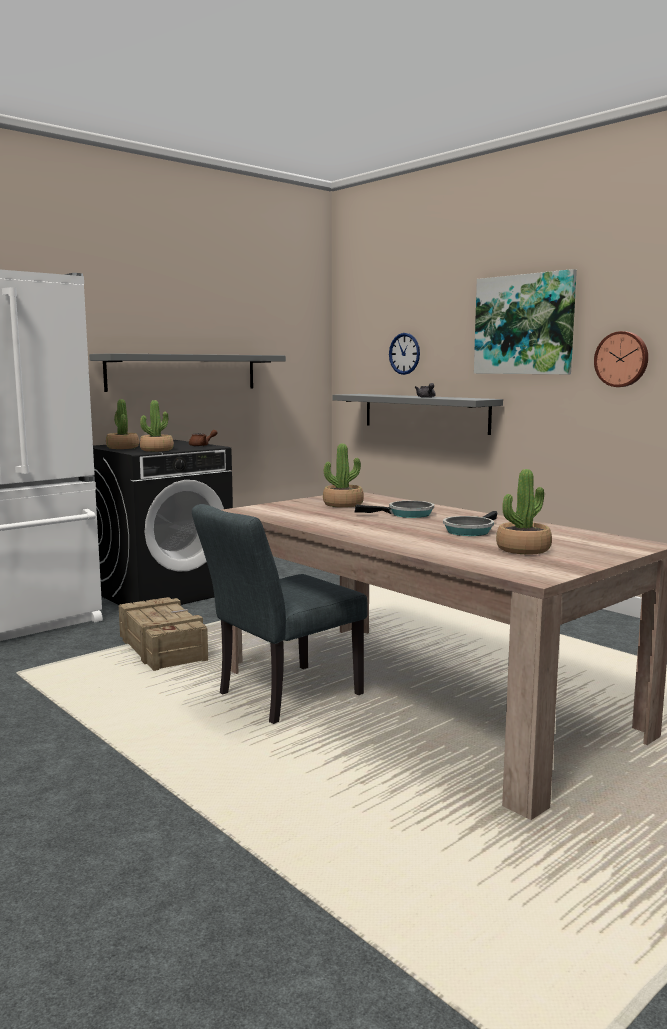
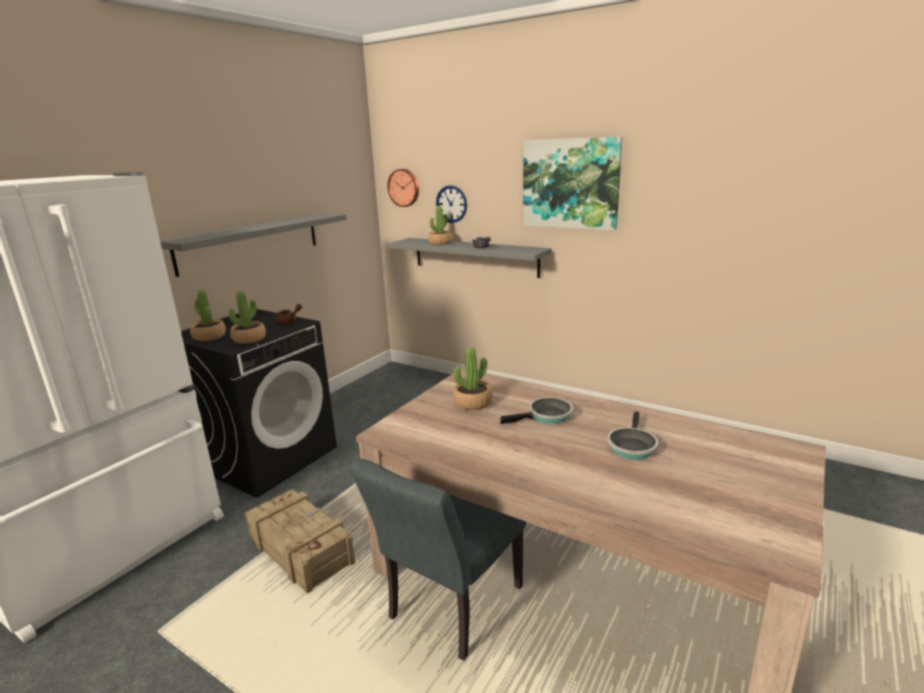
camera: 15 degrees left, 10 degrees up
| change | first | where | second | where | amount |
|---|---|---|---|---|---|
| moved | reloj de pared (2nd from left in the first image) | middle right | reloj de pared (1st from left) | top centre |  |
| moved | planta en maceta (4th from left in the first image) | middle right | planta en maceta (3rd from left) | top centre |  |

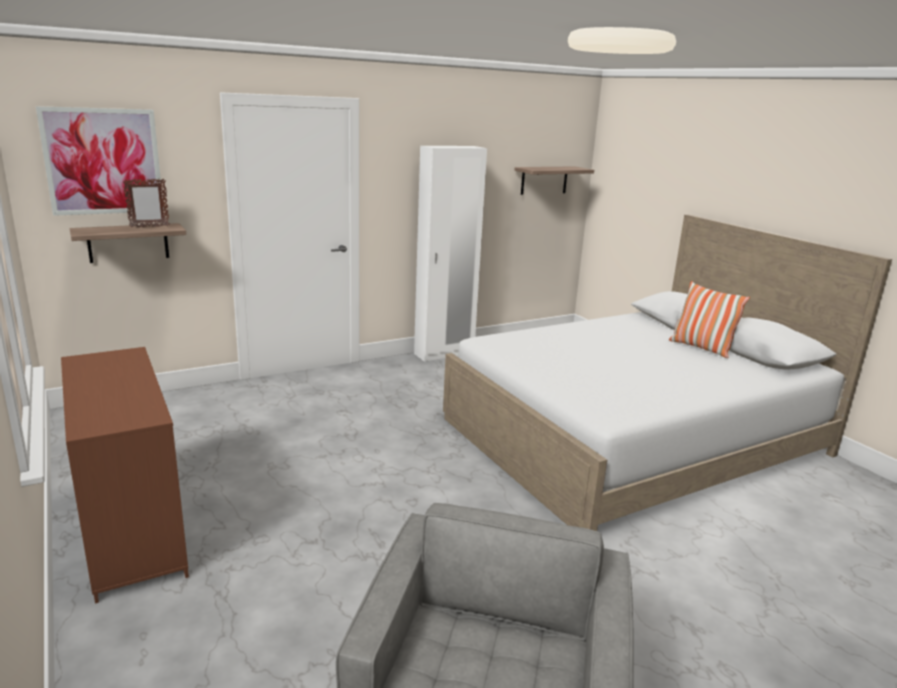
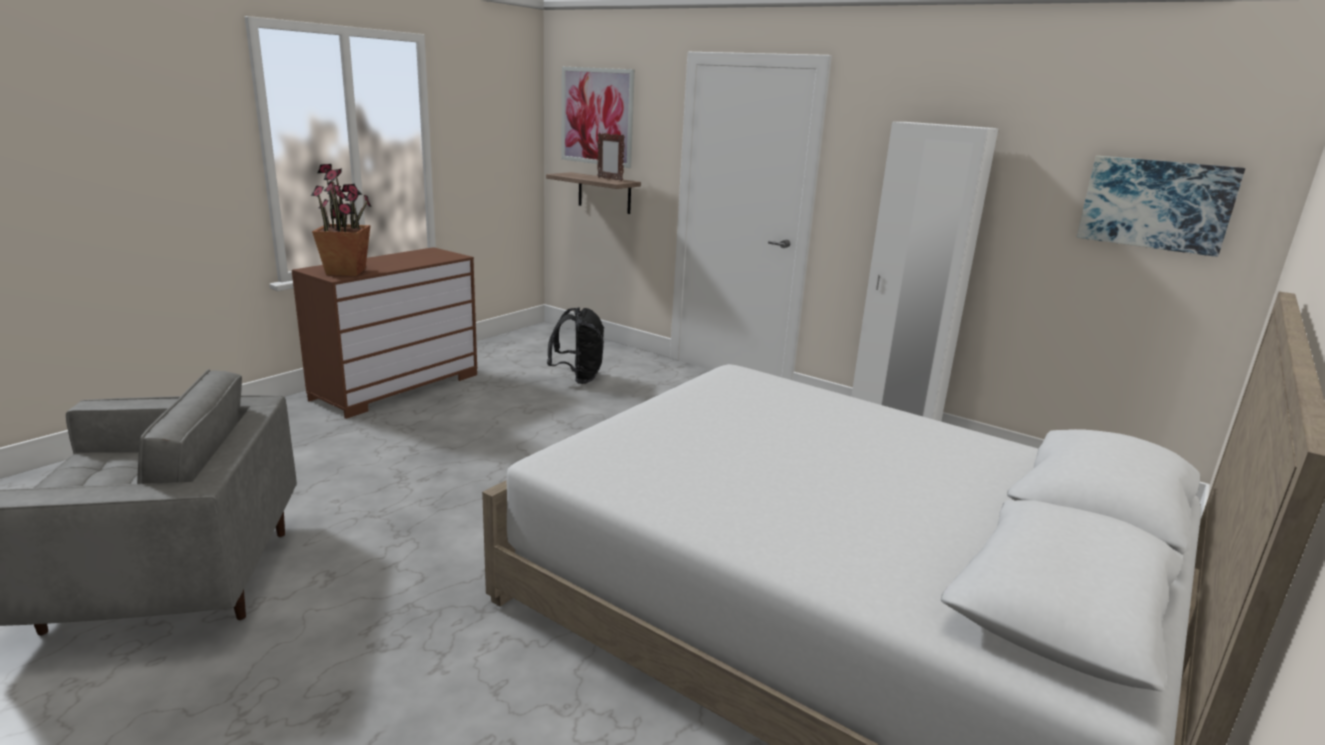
camera: 65 degrees right, 0 degrees up
| change | first | where | second | where | amount |
|---|---|---|---|---|---|
| replaced | estante (2nd from left) | top centre | cuadro (2nd from left) | top right |  |
| removed | cojín | middle right |  |  |  |
| added |  |  | planta en maceta | top left |  |
| added |  |  | mochila/negro | centre |  |

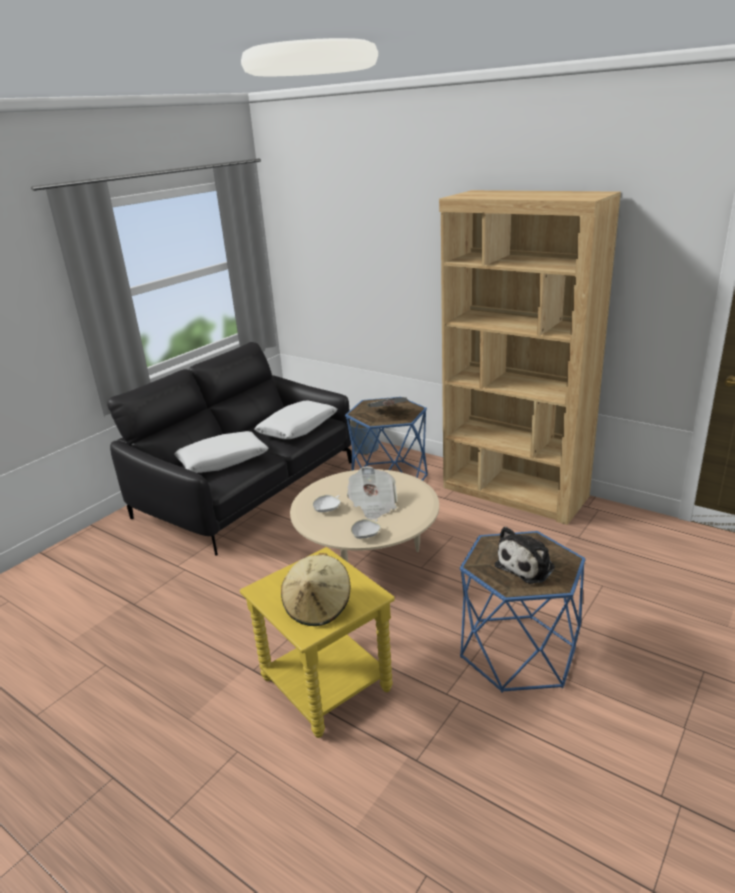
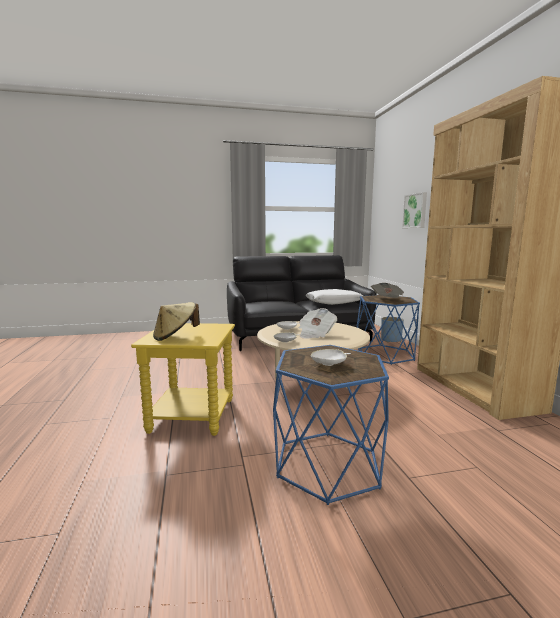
camera: 40 degrees right, 15 degrees down
| change | first | where | second | where | amount |
|---|---|---|---|---|---|
| removed | cojín/blanco (1st from left) | middle left |  |  |  |
| replaced | peluche | middle right | cuenco/blanco (3rd from left) | centre |  |
| added |  |  | cuadro | middle right |  |

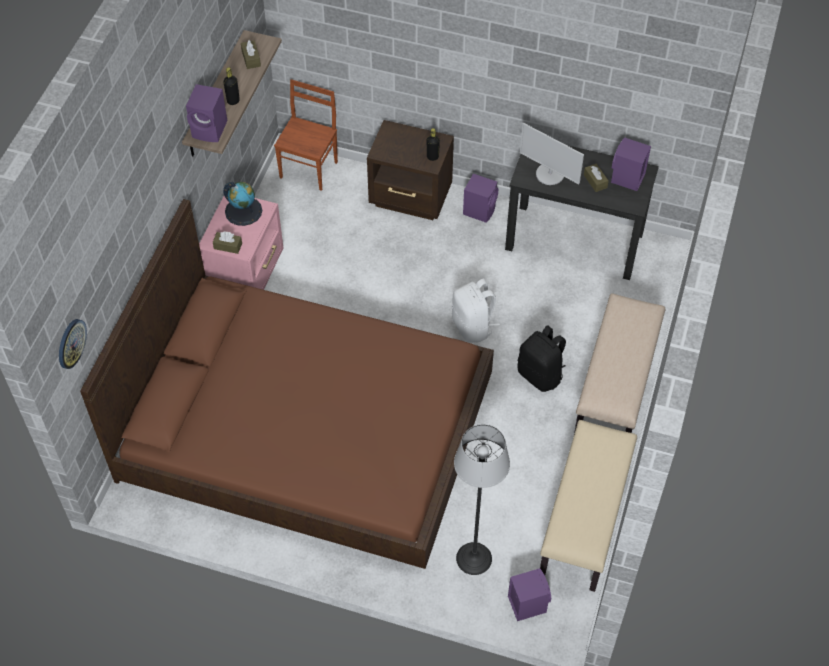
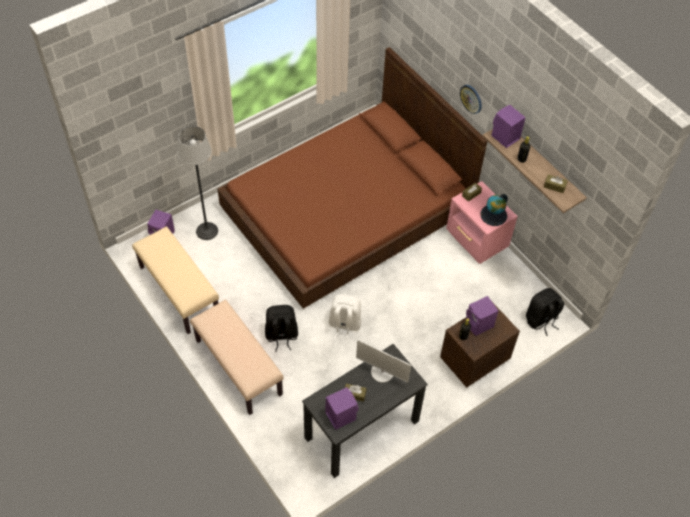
camera: 125 degrees right, 0 degrees up
| change | first | where | second | where | amount |
|---|---|---|---|---|---|
| replaced | silla/marrón | top centre | mochila/negro (2nd from left) | middle right |  |
| turned | monitor | top centre |  | bottom centre | 135 degrees counterclockwise |
| moved | altavoz/morado (2nd from left in the first image) | top centre | altavoz/morado (3rd from left) | middle right |  |
| moved | reloj de pared | middle left |  | top right |  |

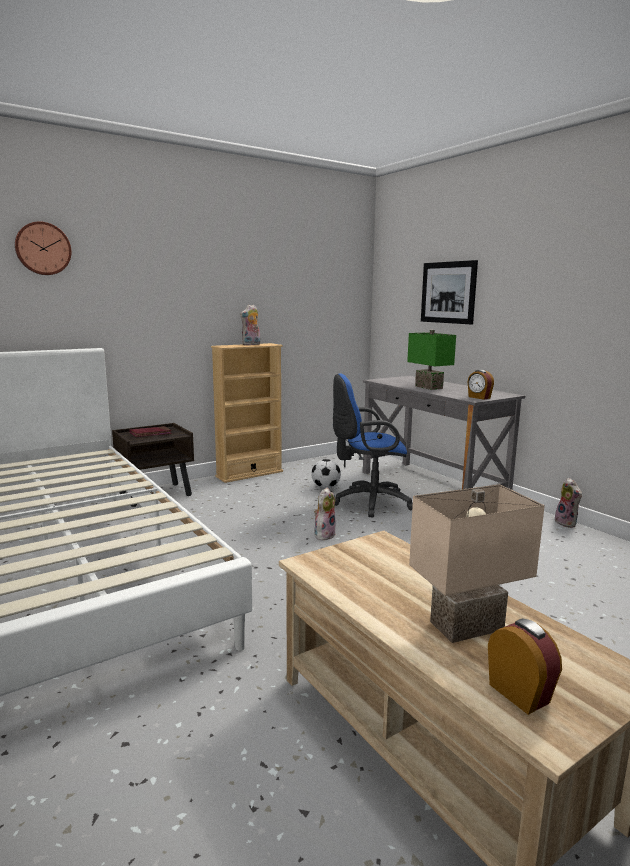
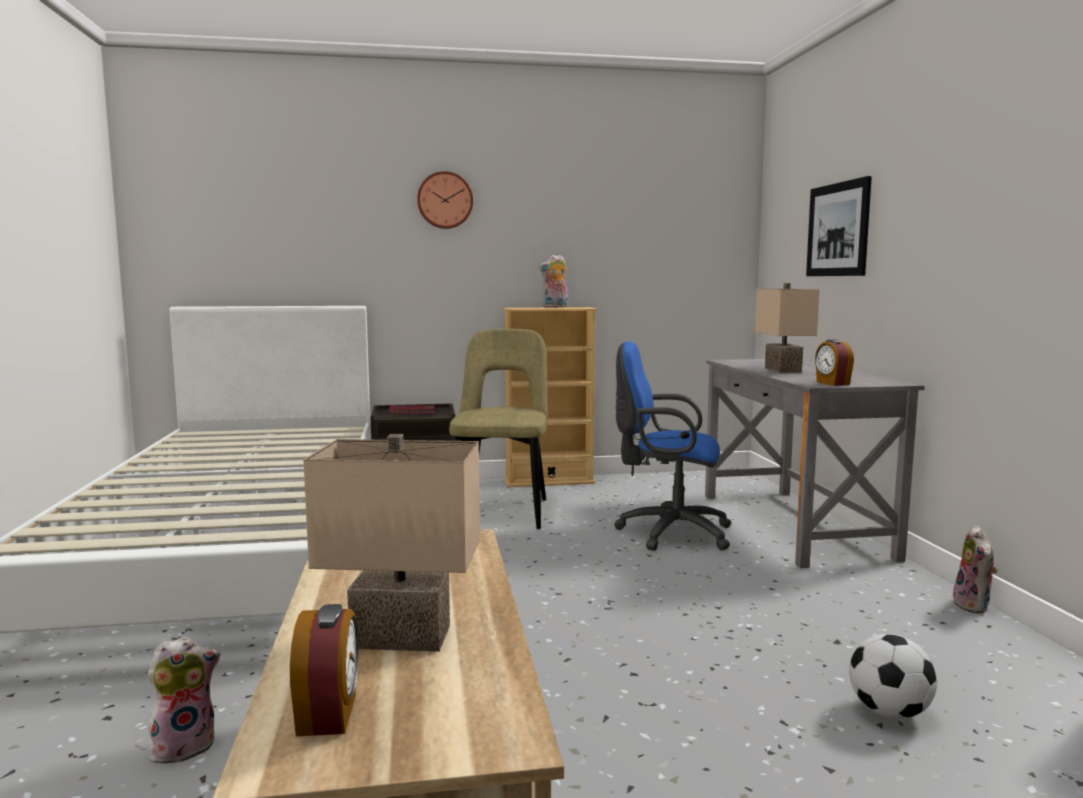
camera: 25 degrees right, 5 degrees down
| change | first | where | second | where | amount |
|---|---|---|---|---|---|
| moved | reloj de pared | top left |  | top centre |  |
| recoloured | lámpara de mesa/verde | middle right | lámpara de mesa/beis (2nd from left) | middle right |  |
| moved | balón de fútbol | centre |  | bottom right |  |
| moved | peluche (2nd from left in the first image) | centre | peluche (1st from left) | bottom left |  |
| added |  |  | silla/beis | centre |  |

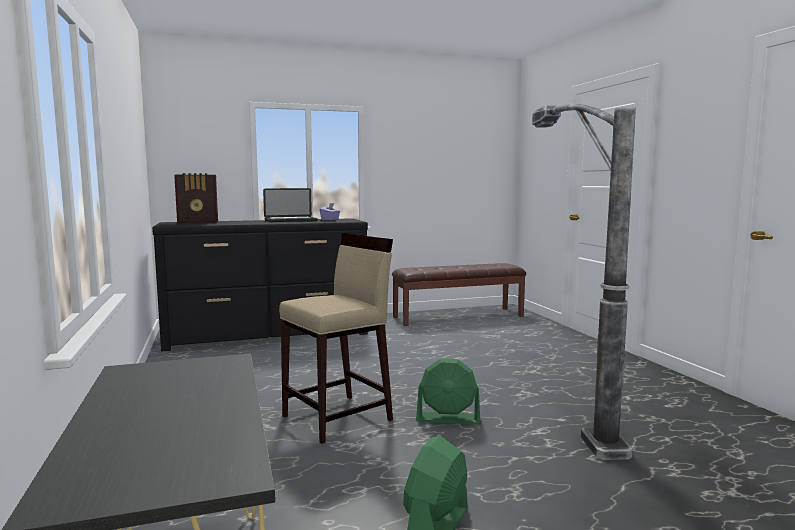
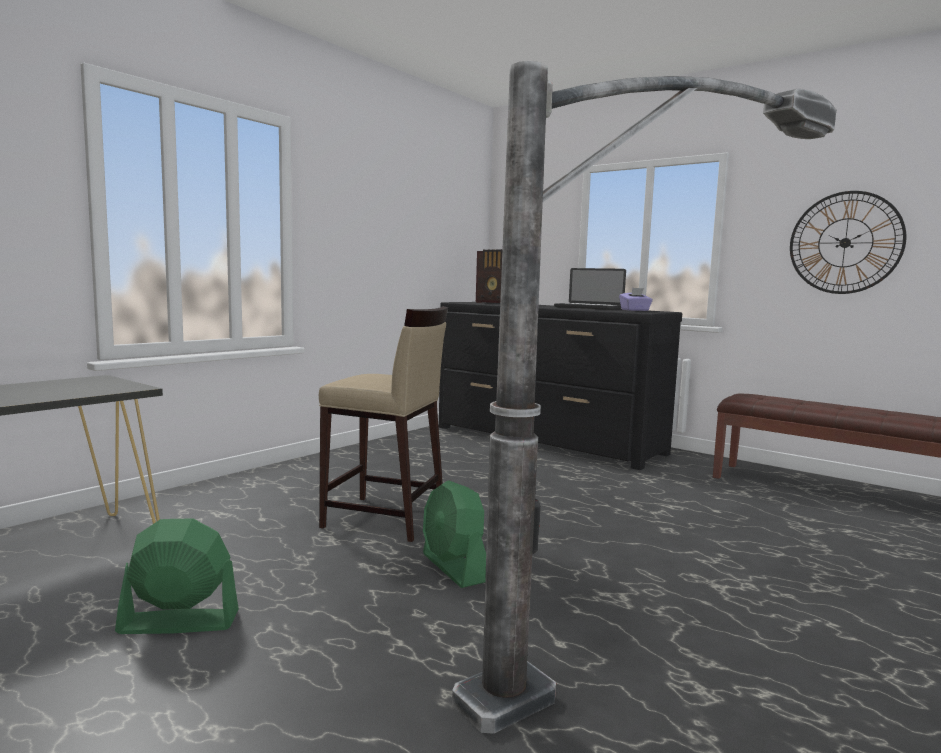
camera: 55 degrees right, 0 degrees up
| change | first | where | second | where | amount |
|---|---|---|---|---|---|
| added |  |  | reloj de pared | top right |  |

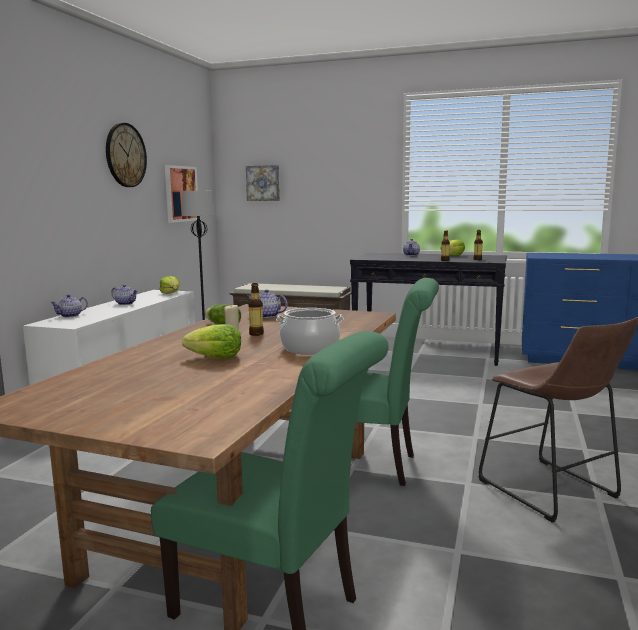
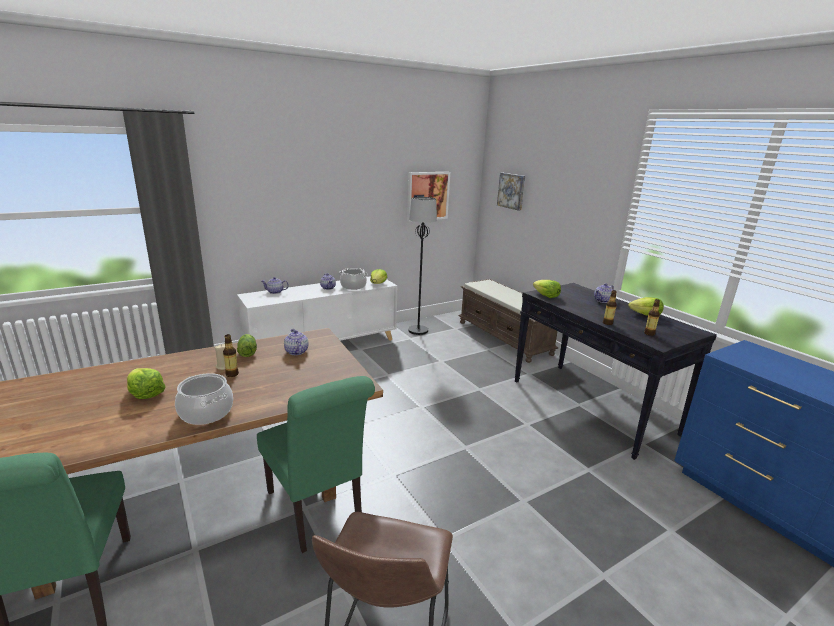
camera: 40 degrees right, 10 degrees up
| change | first | where | second | where | amount |
|---|---|---|---|---|---|
| removed | reloj de pared | top left |  |  |  |
| added |  |  | olla (2nd from left) | centre |  |
| added |  |  | lechuga (4th from left) | centre |  |

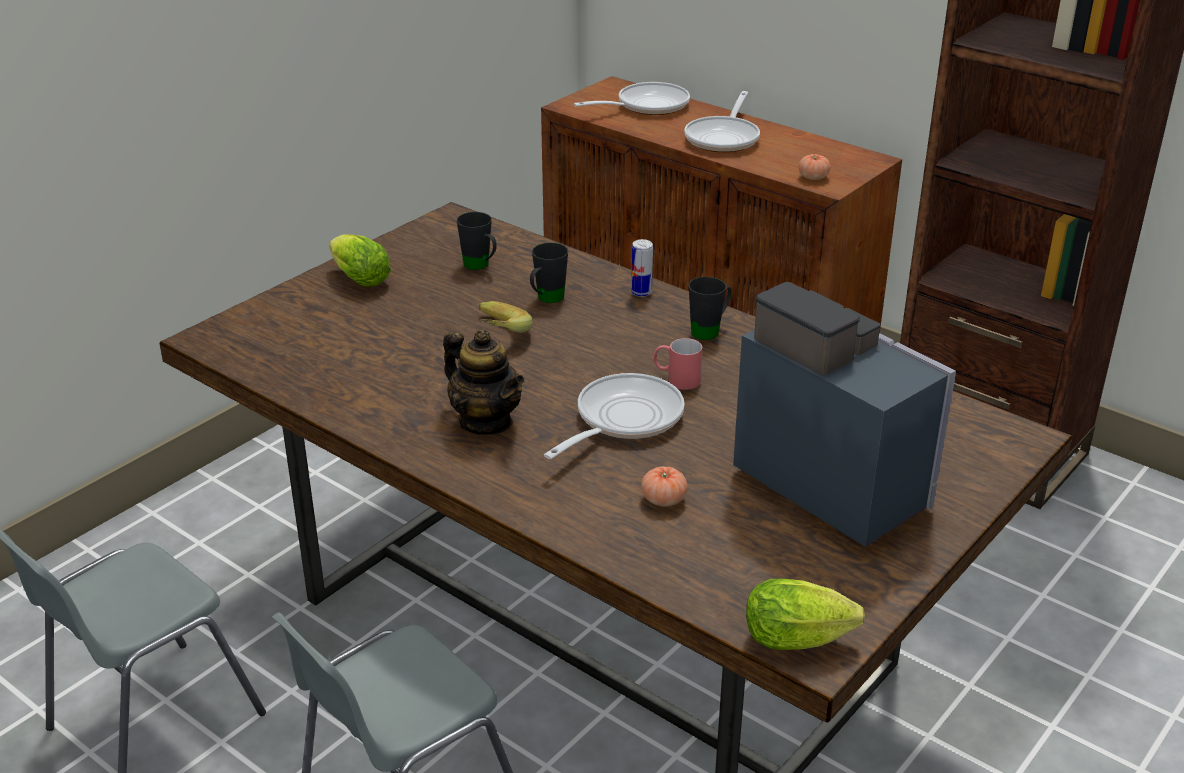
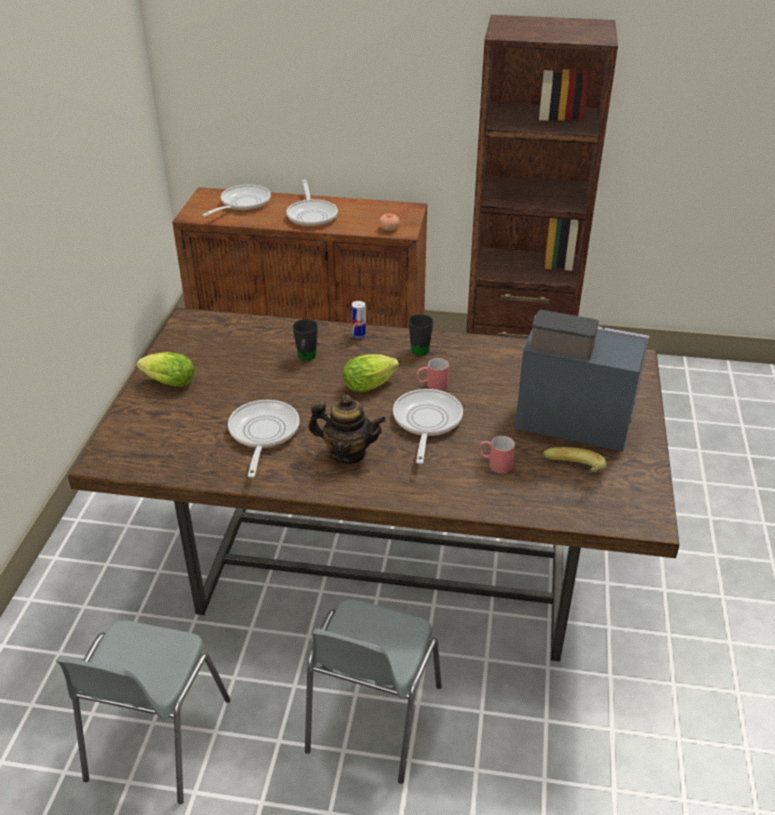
camera: 30 degrees left, 5 degrees up
| change | first | where | second | where | amount |
|---|---|---|---|---|---|
| removed | taza grande/negro (1st from left) | top centre |  |  |  |
| moved | plátano | centre |  | middle right |  |
| replaced | tomate (1st from left) | centre | taza grande/rojo (2nd from left) | centre |  |
| moved | lechuga (2nd from left) | bottom right |  | centre |  |
| added |  |  | sartén (2nd from left) | centre |  |

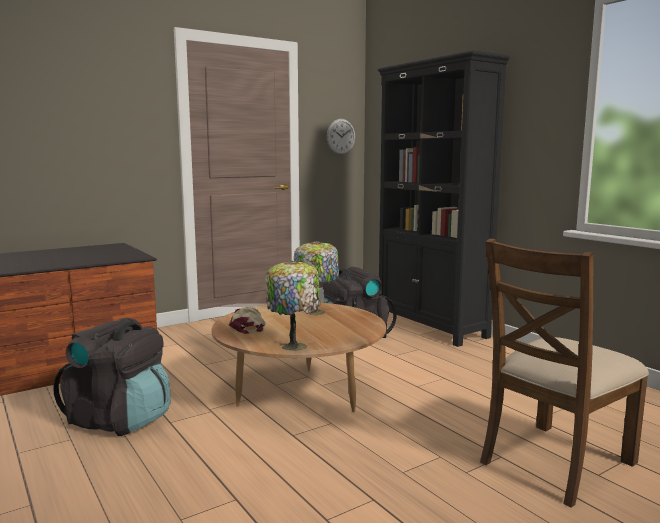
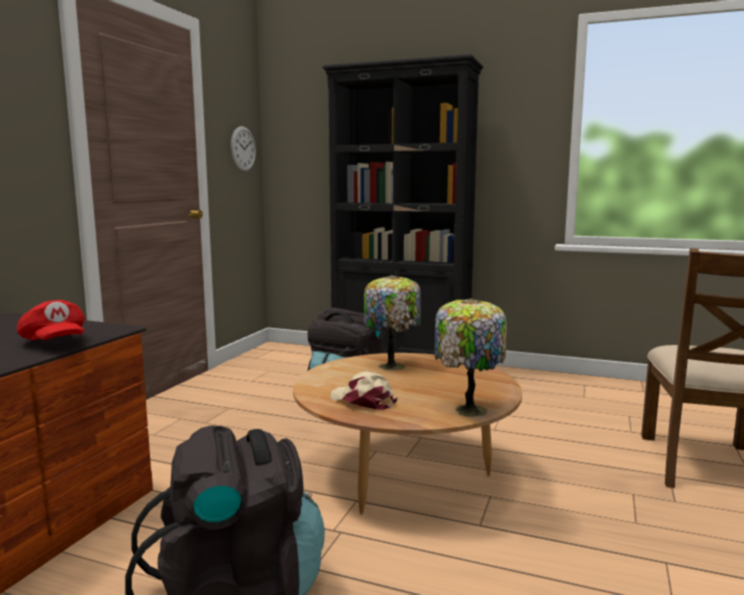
camera: 35 degrees left, 0 degrees up
| change | first | where | second | where | amount |
|---|---|---|---|---|---|
| added |  |  | gorra/rojo | middle left |  |

